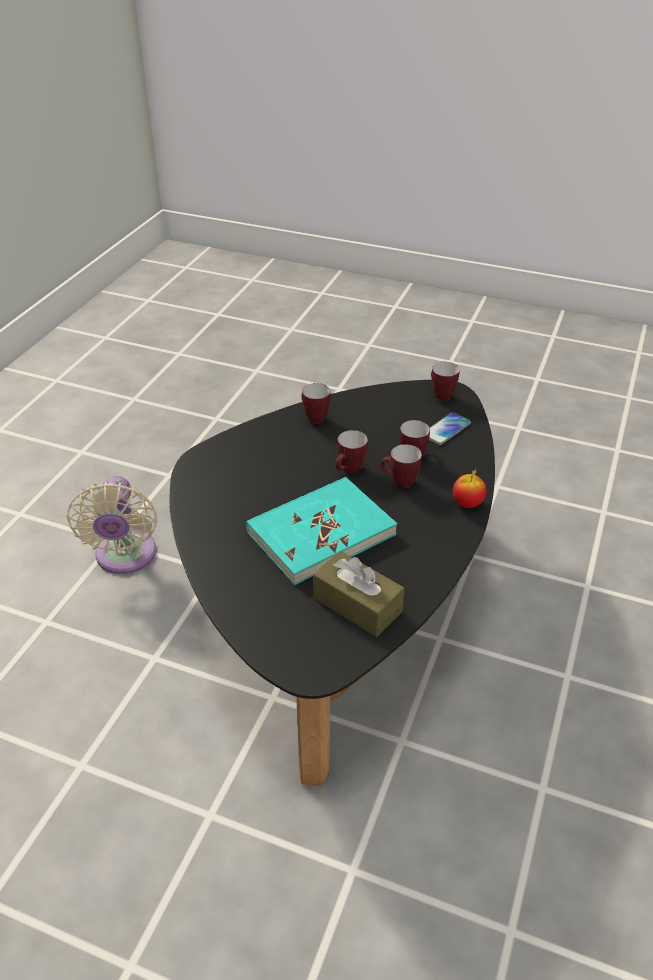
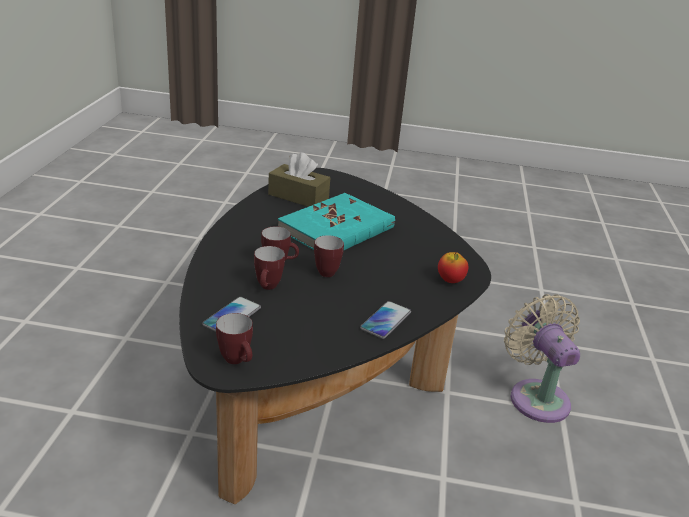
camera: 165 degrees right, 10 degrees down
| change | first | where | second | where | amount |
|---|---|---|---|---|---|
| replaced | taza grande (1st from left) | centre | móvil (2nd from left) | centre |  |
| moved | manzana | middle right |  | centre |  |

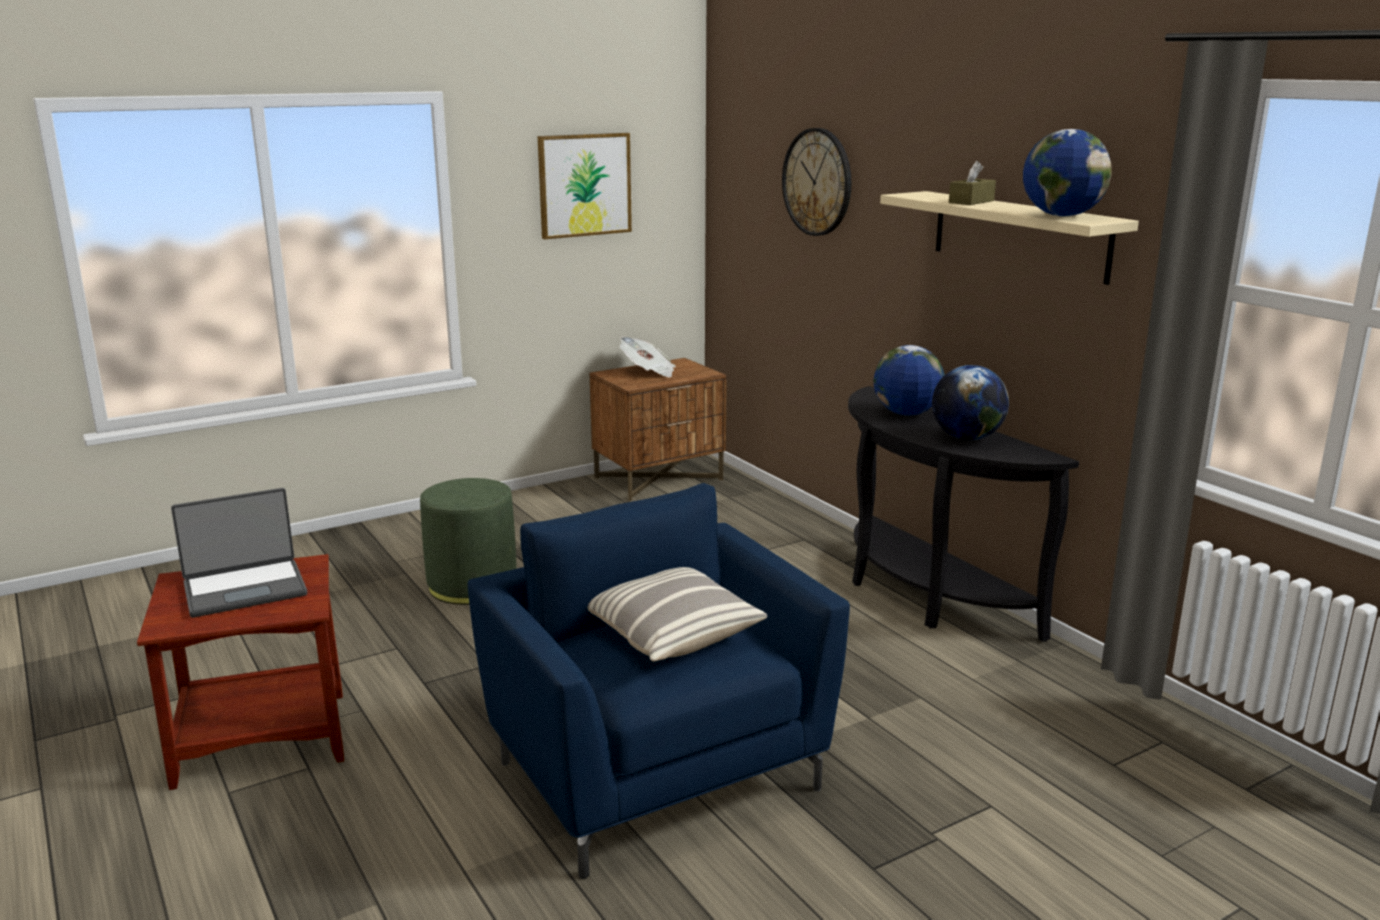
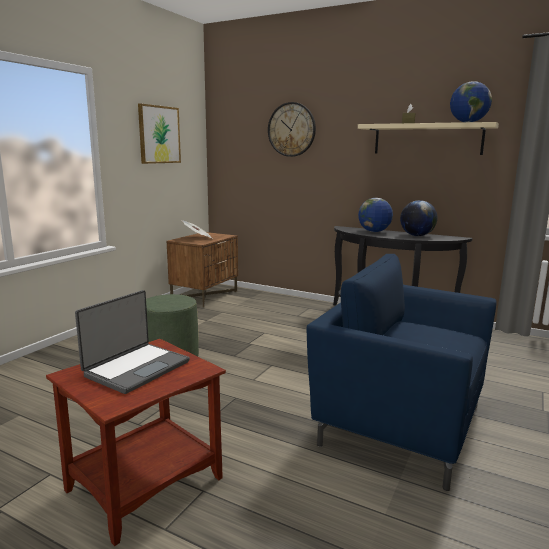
camera: 30 degrees left, 5 degrees down
| change | first | where | second | where | amount |
|---|---|---|---|---|---|
| removed | cojín | bottom centre |  |  |  |

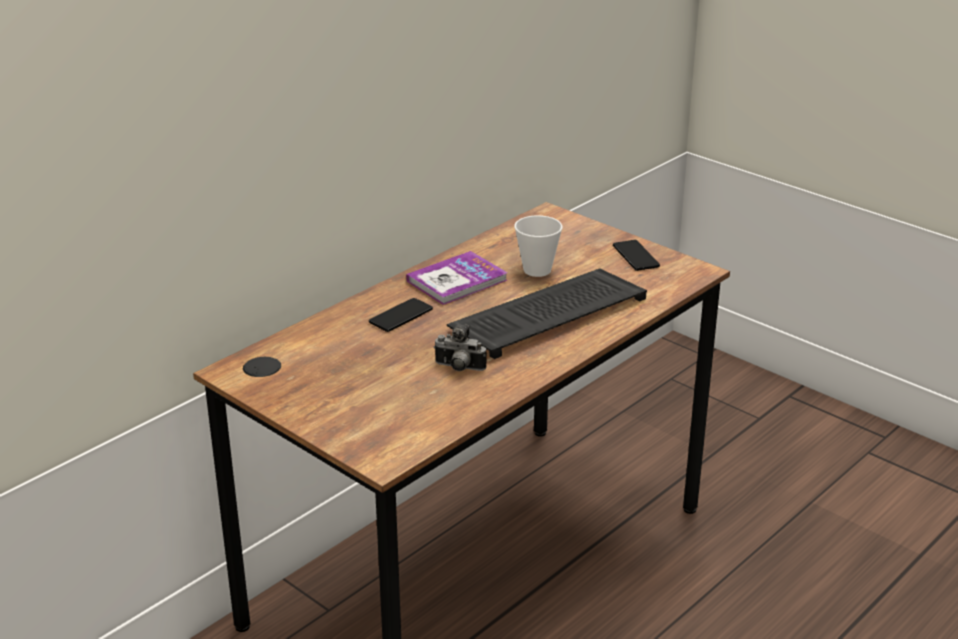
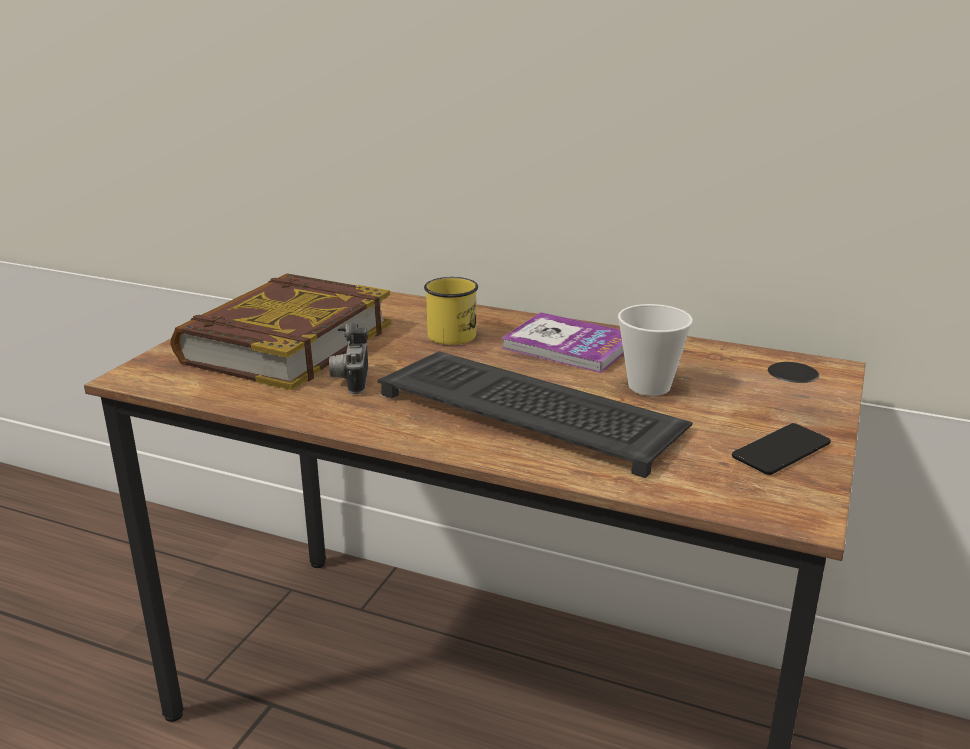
camera: 70 degrees right, 5 degrees down
| change | first | where | second | where | amount |
|---|---|---|---|---|---|
| replaced | móvil (1st from left) | centre | taza grande/amarillo | centre |  |
| added |  |  | libro (1st from left) | middle left |  |

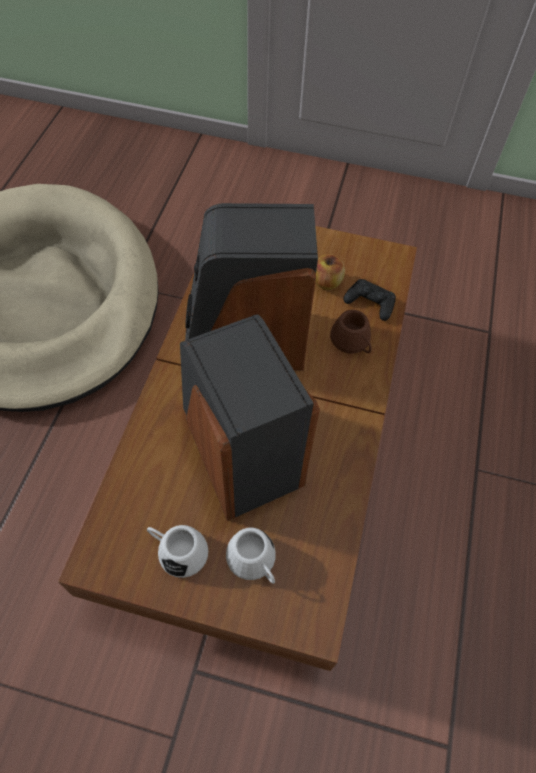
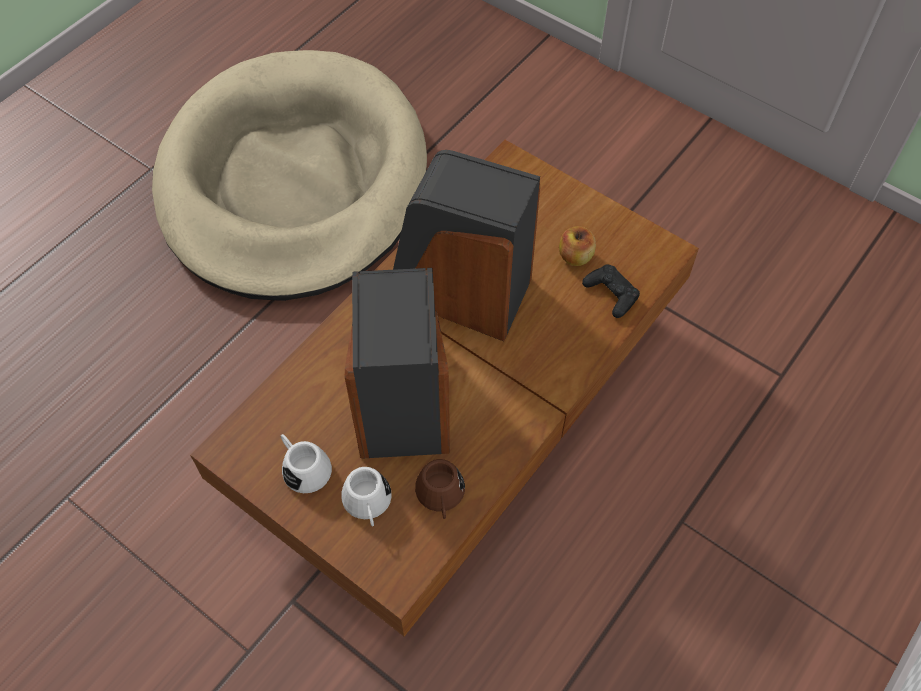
camera: 25 degrees right, 0 degrees up
| change | first | where | second | where | amount |
|---|---|---|---|---|---|
| moved | taza grande/marrón | centre |  | bottom centre |  |

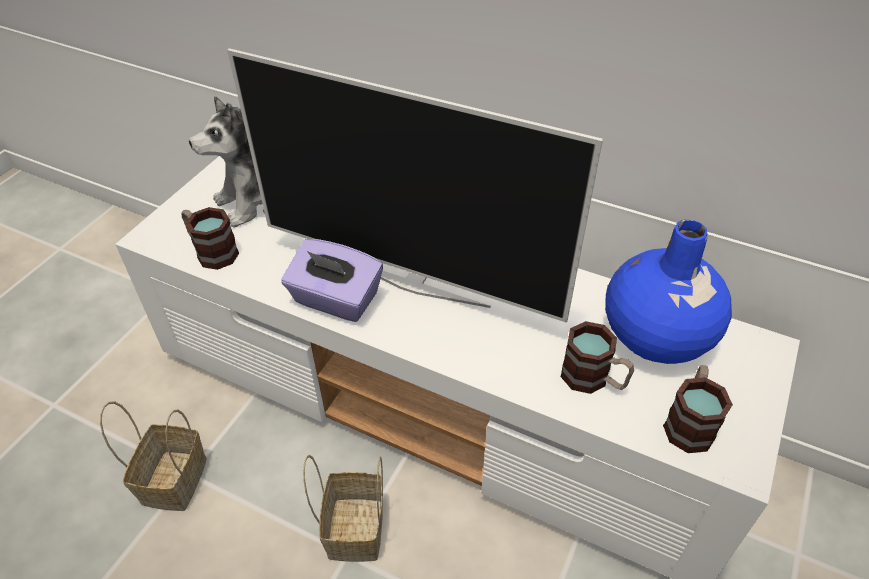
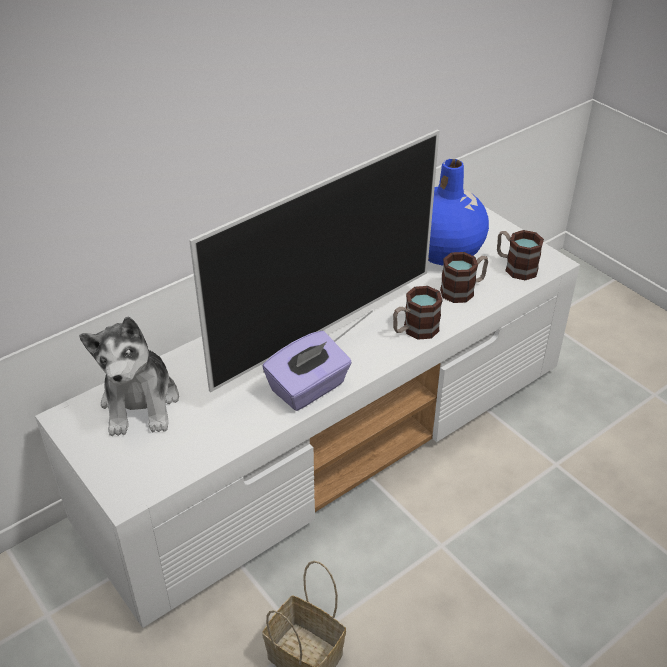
camera: 65 degrees left, 5 degrees down
| change | first | where | second | where | amount |
|---|---|---|---|---|---|
| moved | taza grande (1st from left) | middle left |  | centre |  |
| removed | cesta (2nd from left) | bottom centre |  |  |  |

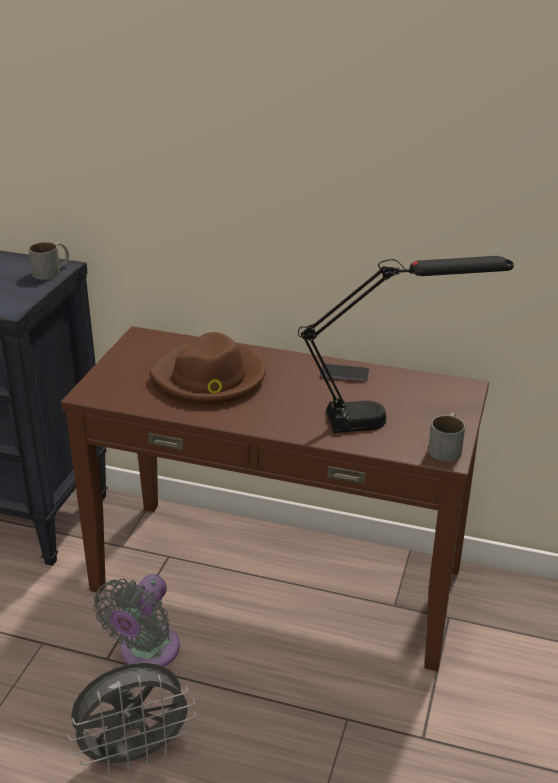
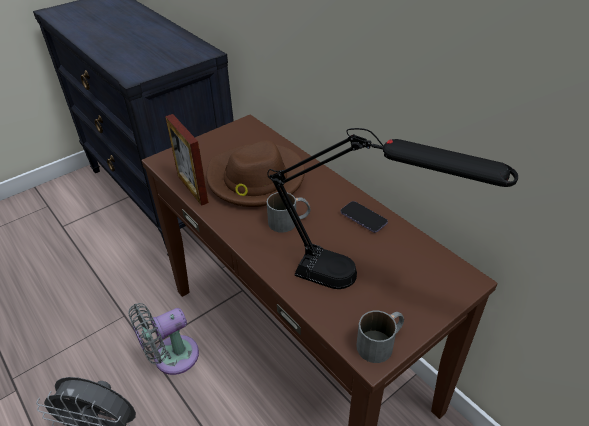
camera: 35 degrees right, 10 degrees up
| change | first | where | second | where | amount |
|---|---|---|---|---|---|
| moved | taza grande/gris (1st from left) | middle left |  | centre |  |
| added |  |  | portarretratos | middle left |  |

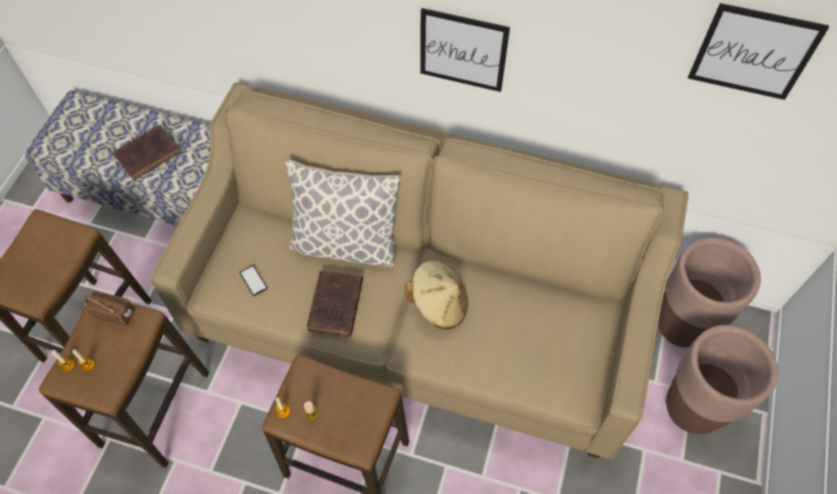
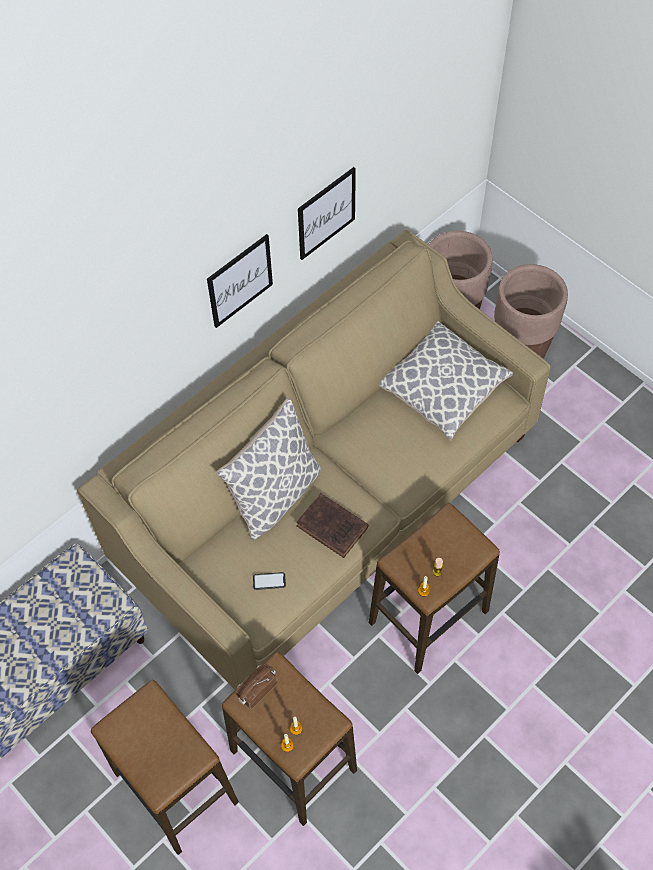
camera: 60 degrees left, 0 degrees up
| change | first | where | second | where | amount |
|---|---|---|---|---|---|
| moved | cuadro (2nd from left) | top right |  | top centre |  |
| removed | libro/marrón (1st from left) | top left |  |  |  |
| removed | sombrero/beis | centre |  |  |  |
| added |  |  | cojín (2nd from left) | middle right |  |

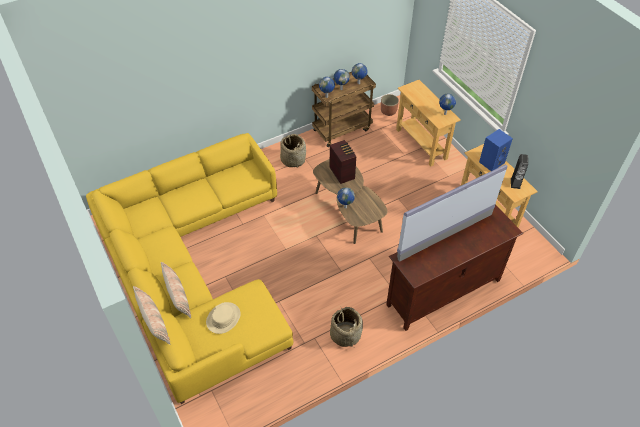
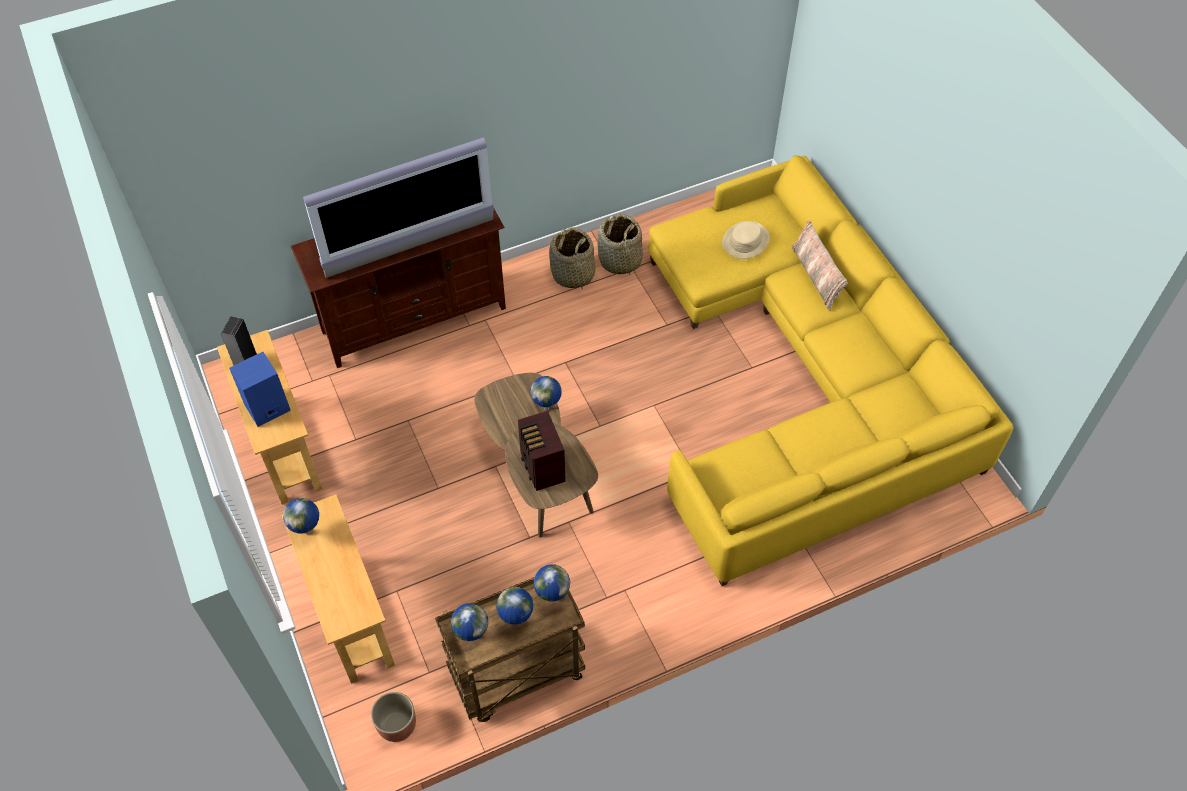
camera: 175 degrees left, 5 degrees up
| change | first | where | second | where | amount |
|---|---|---|---|---|---|
| moved | cesta (1st from left in the first image) | centre | cesta (2nd from left) | top centre |  |
| removed | cojín (1st from left) | bottom left |  |  |  |

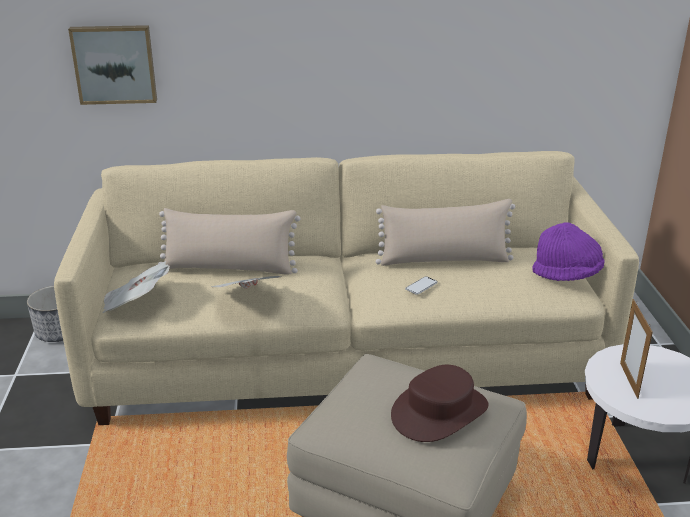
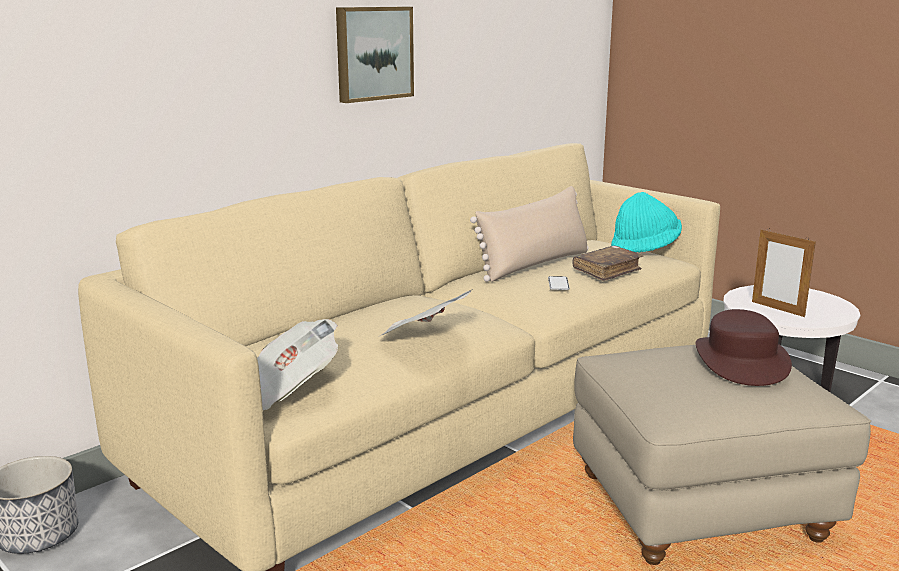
camera: 40 degrees left, 10 degrees down
| change | first | where | second | where | amount |
|---|---|---|---|---|---|
| moved | cuadro | top left |  | top centre |  |
| removed | cojín/beis (1st from left) | middle left |  |  |  |
| recoloured | sombrero/morado | middle right | sombrero/turquesa | middle right |  |
| added |  |  | libro/marrón | middle right |  |

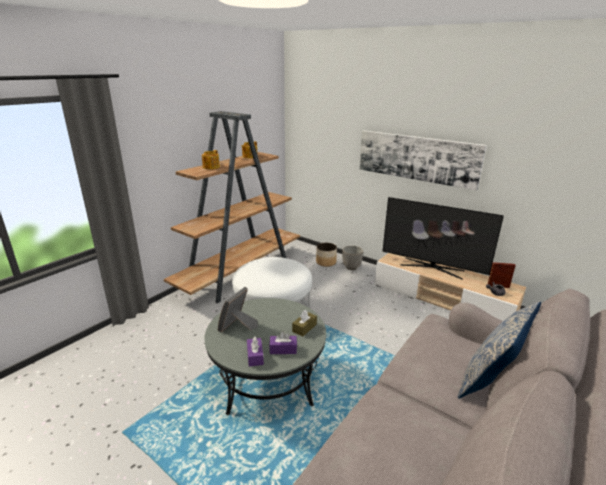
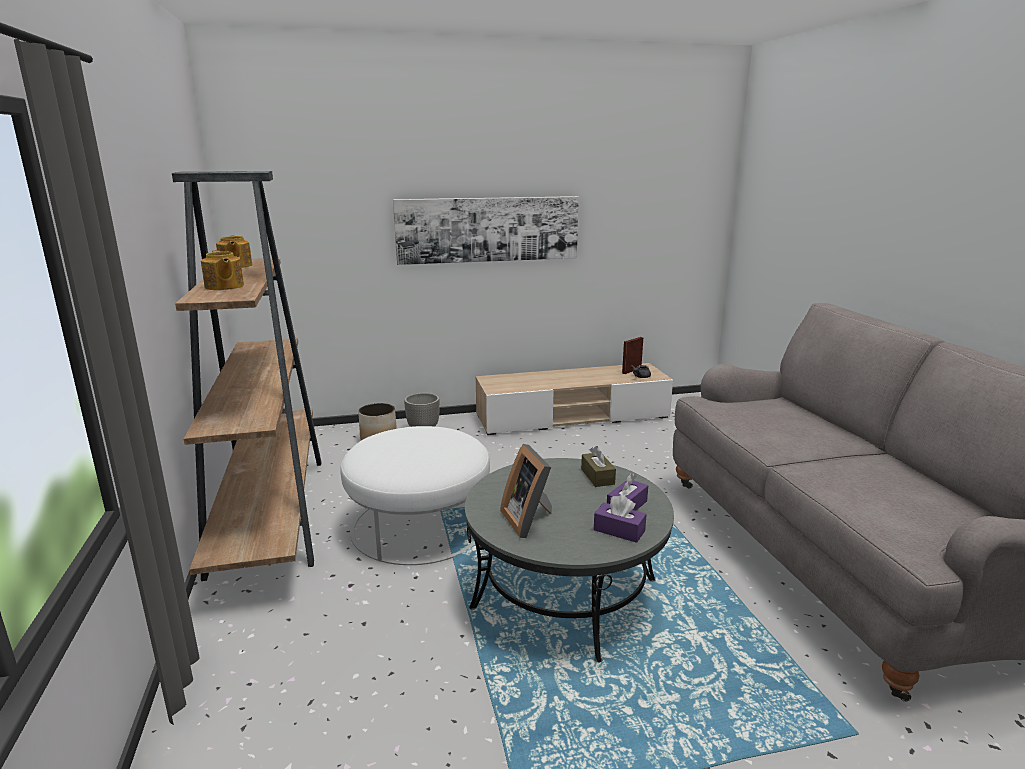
camera: 50 degrees left, 5 degrees down
| change | first | where | second | where | amount |
|---|---|---|---|---|---|
| removed | televisor | middle right |  |  |  |
| removed | cojín | bottom right |  |  |  |

